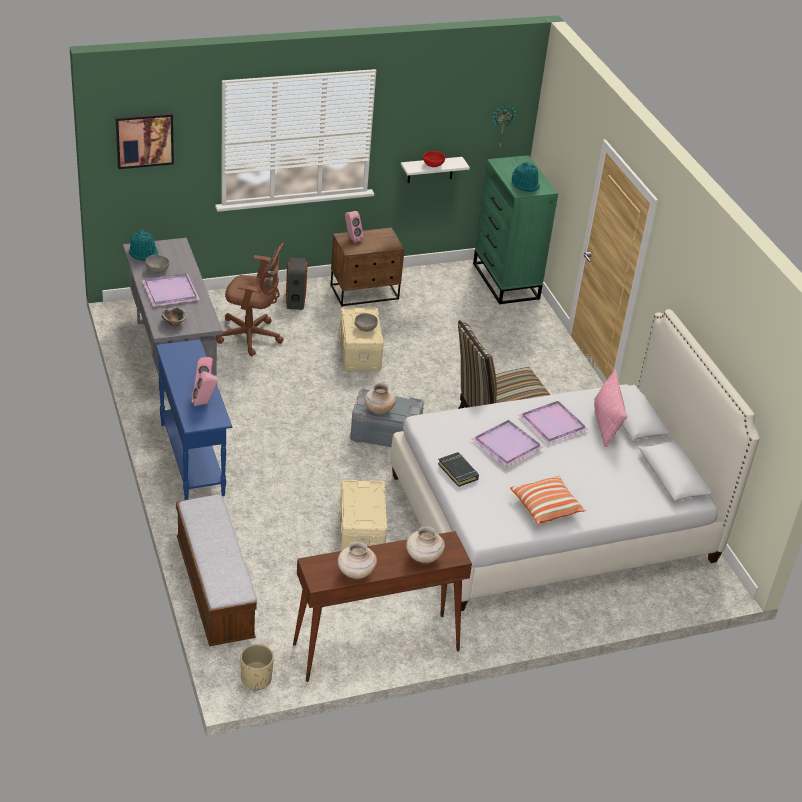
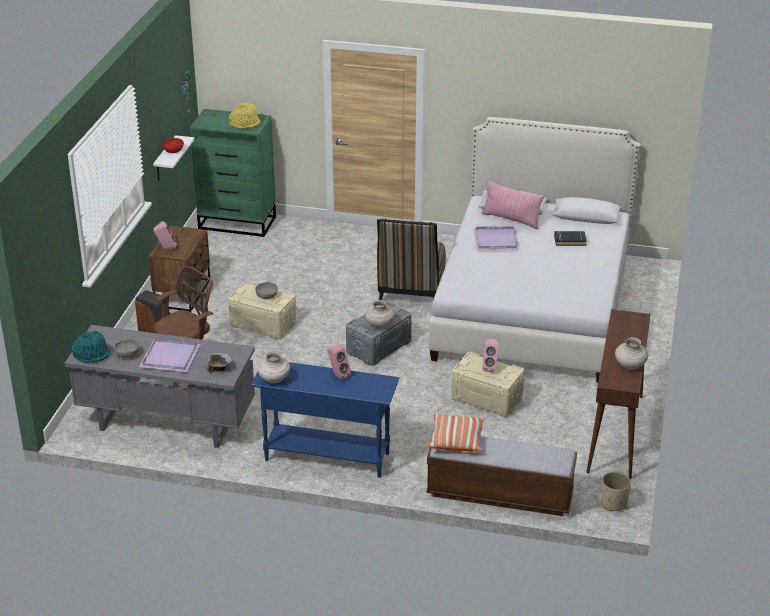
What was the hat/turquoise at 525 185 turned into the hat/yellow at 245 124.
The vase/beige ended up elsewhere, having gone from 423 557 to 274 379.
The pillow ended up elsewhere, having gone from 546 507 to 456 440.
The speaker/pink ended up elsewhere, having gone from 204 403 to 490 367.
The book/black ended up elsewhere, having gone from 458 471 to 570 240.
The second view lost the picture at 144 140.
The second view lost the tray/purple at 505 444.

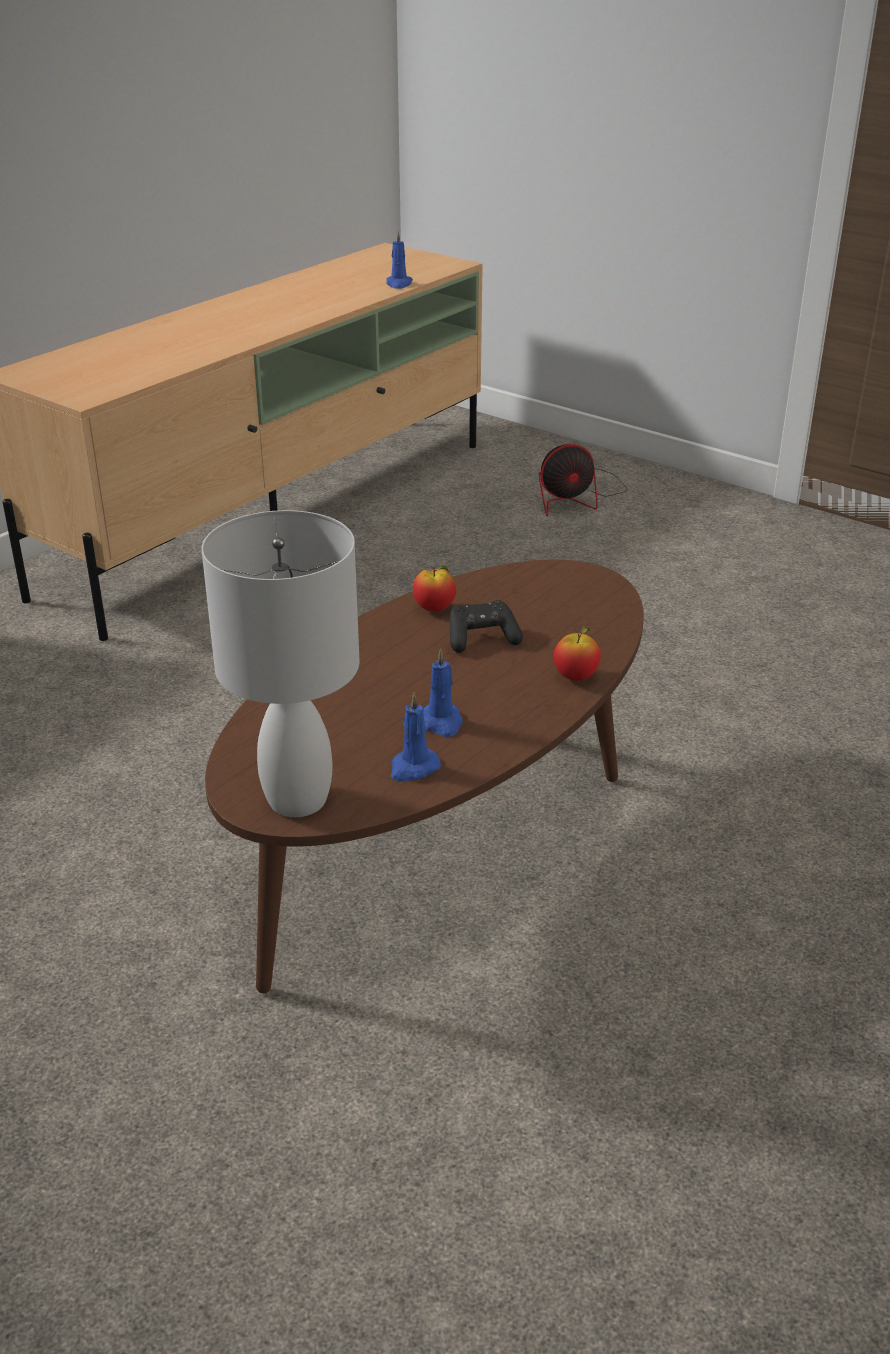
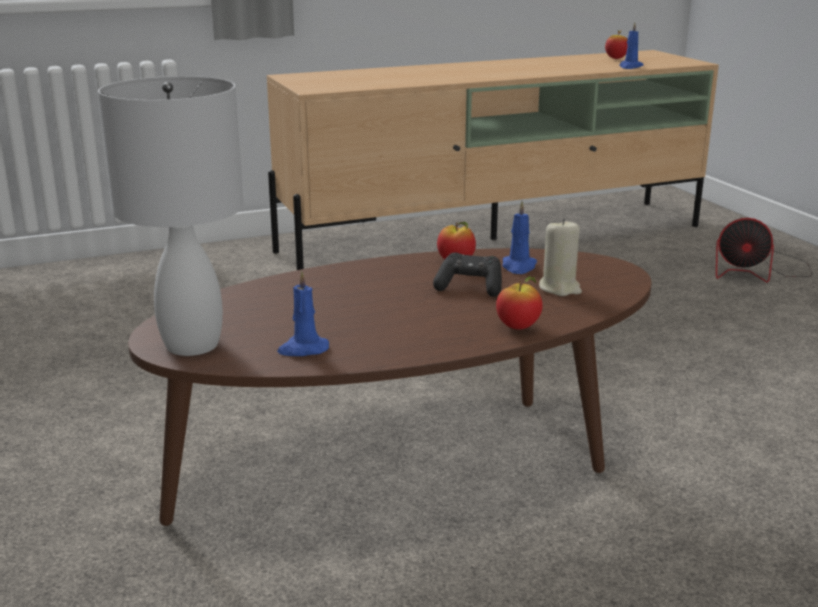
The candle/blue ended up elsewhere, having gone from 441 722 to 518 267.
The second view gained the candle/beige at 560 288.
The second view gained the apple at 616 58.

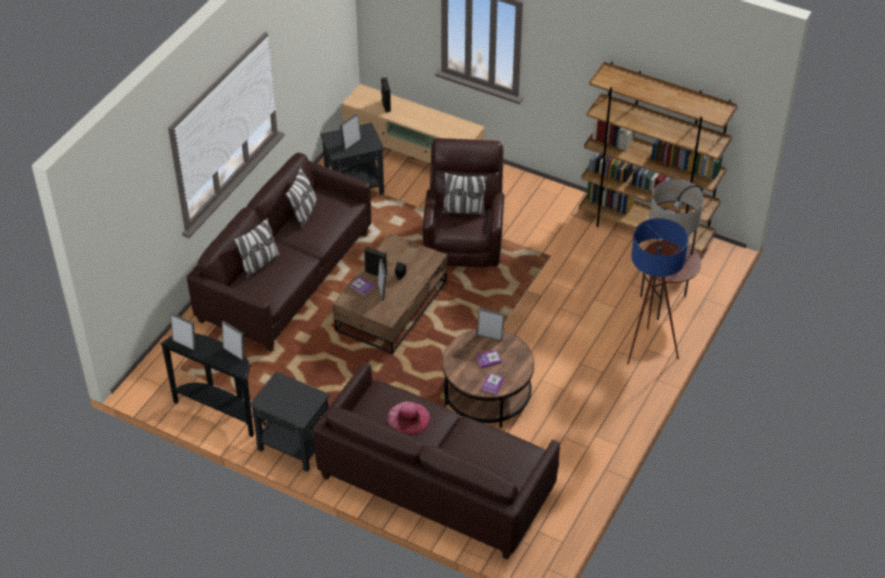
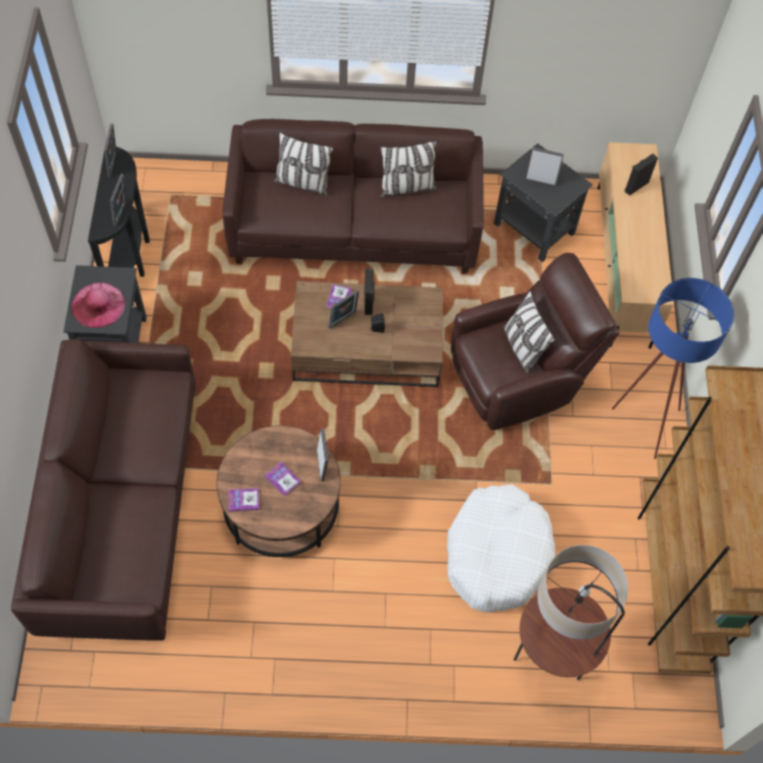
The hat/pink ended up elsewhere, having gone from 408 418 to 98 305.
The second view gained the dog bed/white at 497 553.
The floor lamp/blue ended up elsewhere, having gone from 645 353 to 641 421.

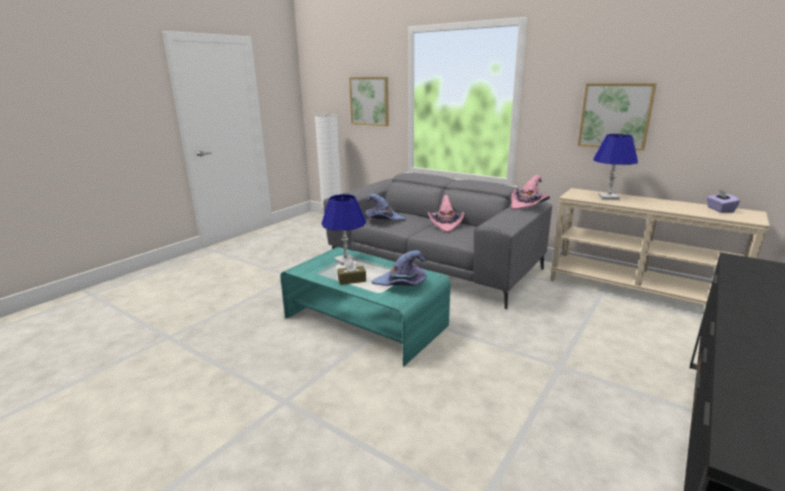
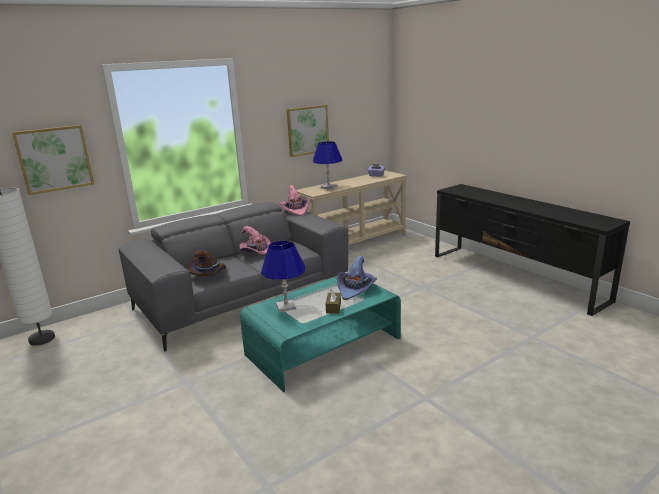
What was the hat/purple at 383 219 turned into the hat/brown at 209 274.

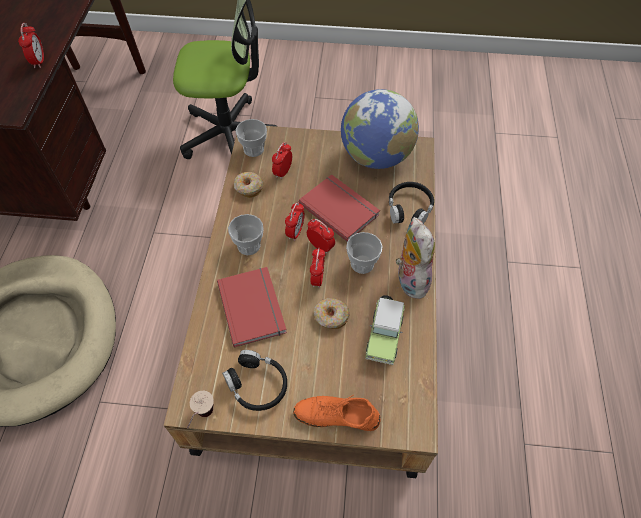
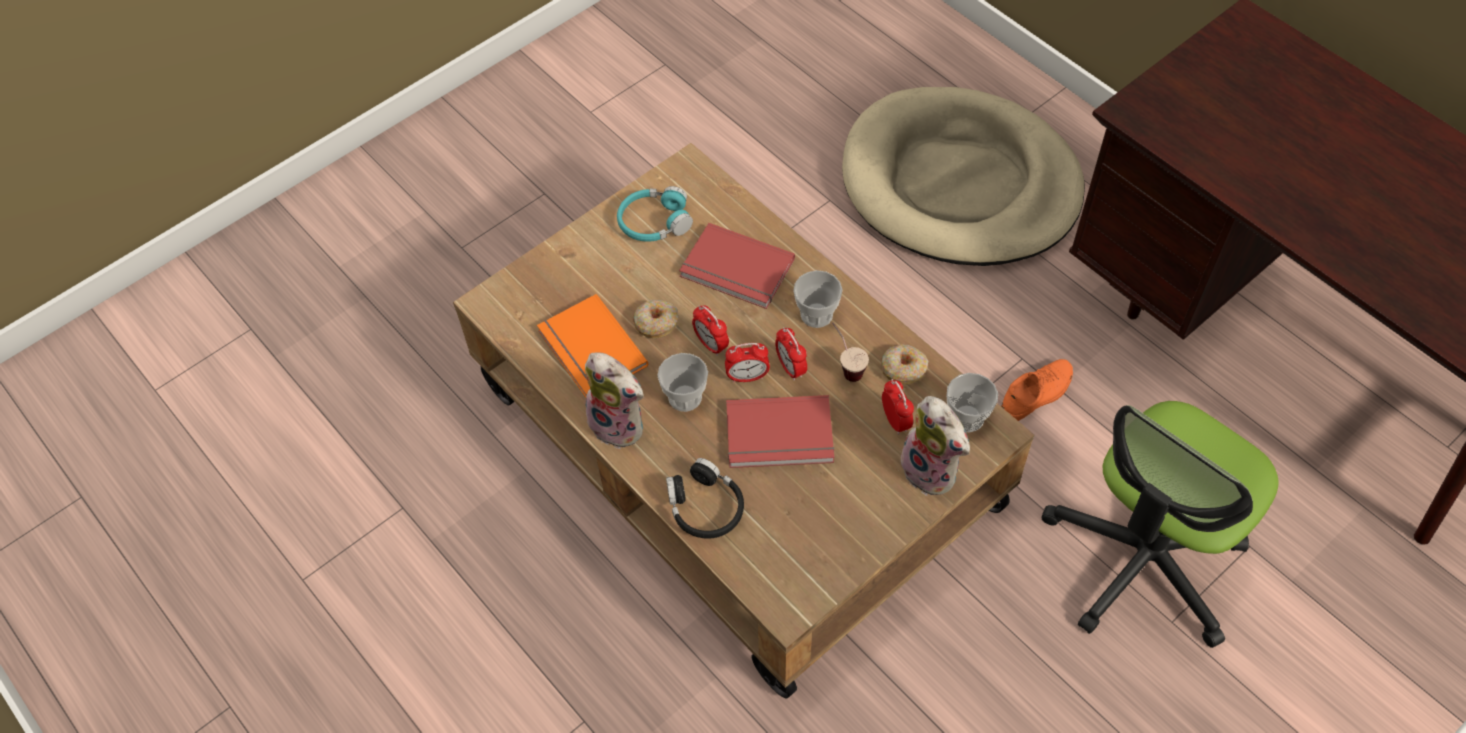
Where the toy car stood at 384 334, the book/orange came to stand at 590 351.
What was the headphones/black at 257 384 turned into the headphones/turquoise at 654 222.
The cup ended up elsewhere, having gone from 202 419 to 846 366.
The second view gained the plush toy at 932 470.
The shoe/orange ended up elsewhere, having gone from 336 415 to 1037 393.
The second view lost the alarm clock at 39 61.
The second view lost the globe at 376 156.

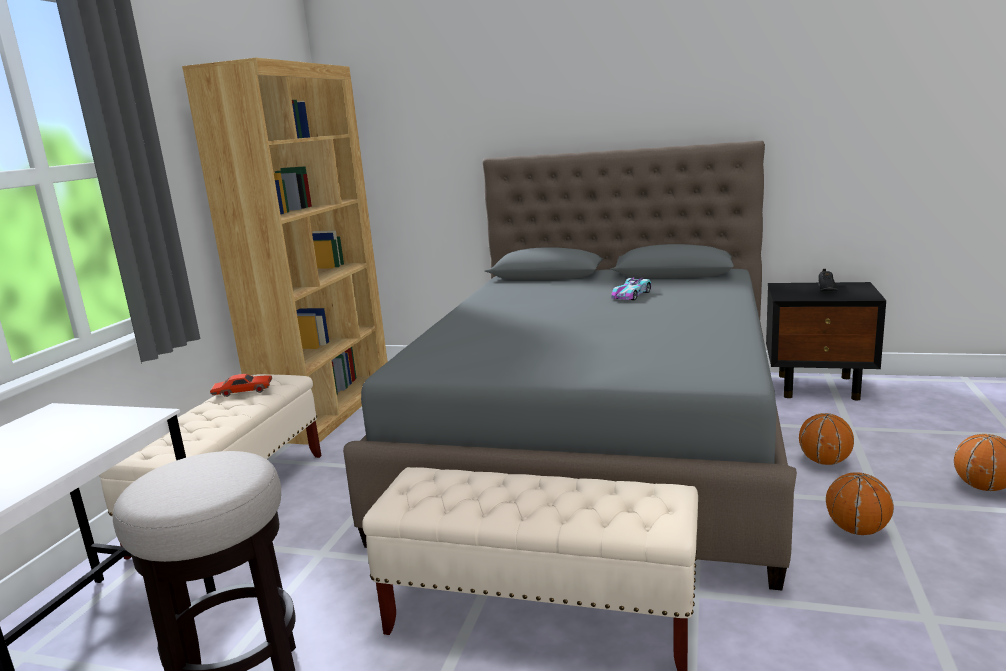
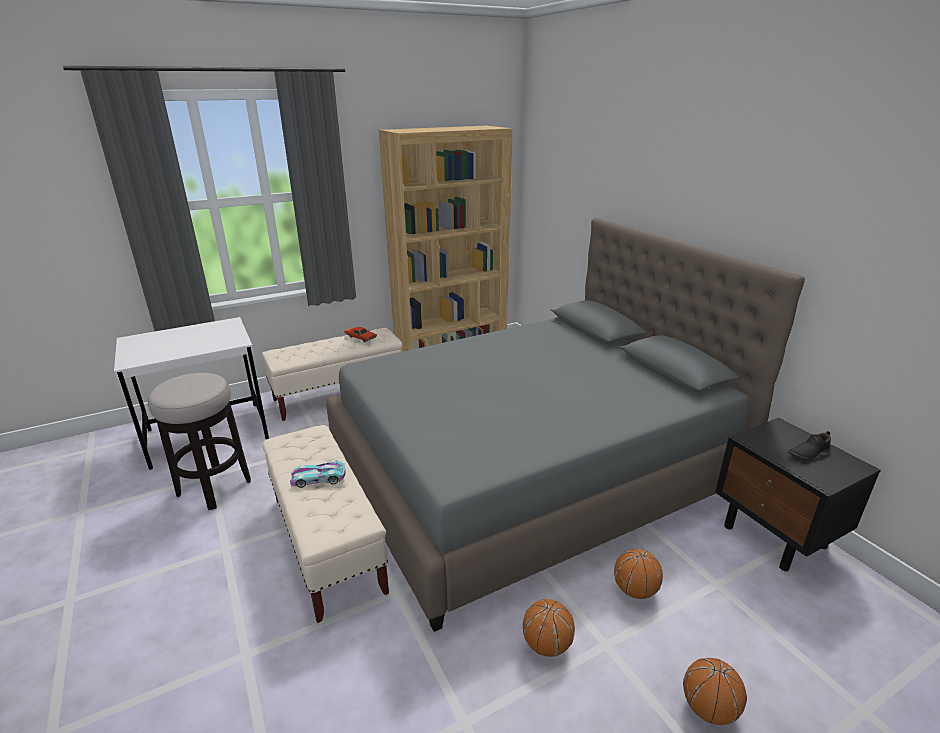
The toy car ended up elsewhere, having gone from 631 295 to 318 478.

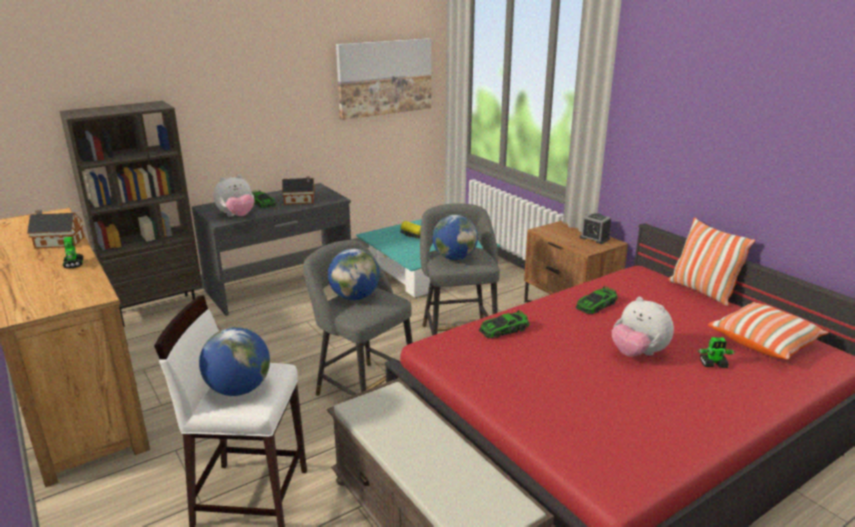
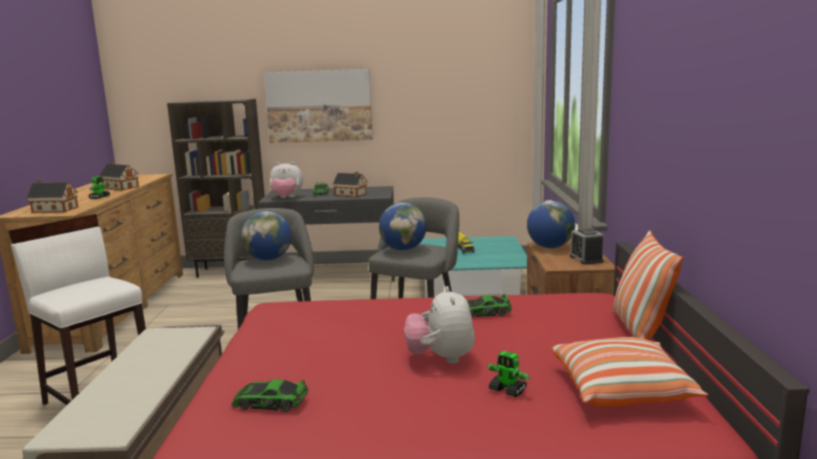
The second view gained the toy house at 54 210.
The toy car ended up elsewhere, having gone from 503 329 to 270 402.
The picture ended up elsewhere, having gone from 384 77 to 319 106.
The globe ended up elsewhere, having gone from 239 389 to 550 247.

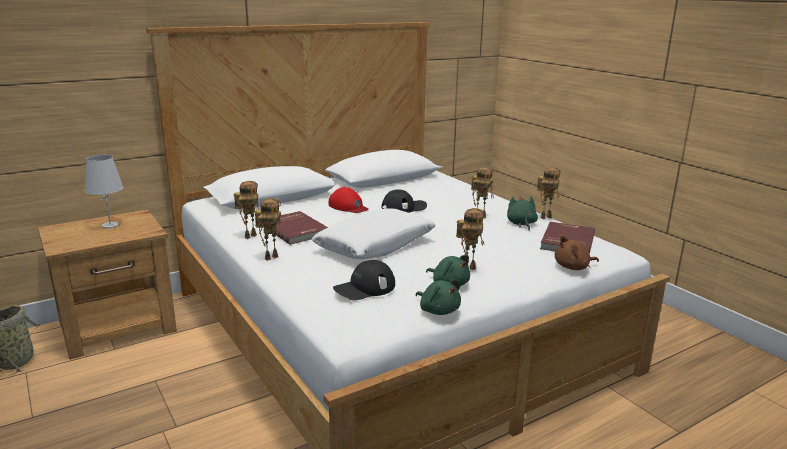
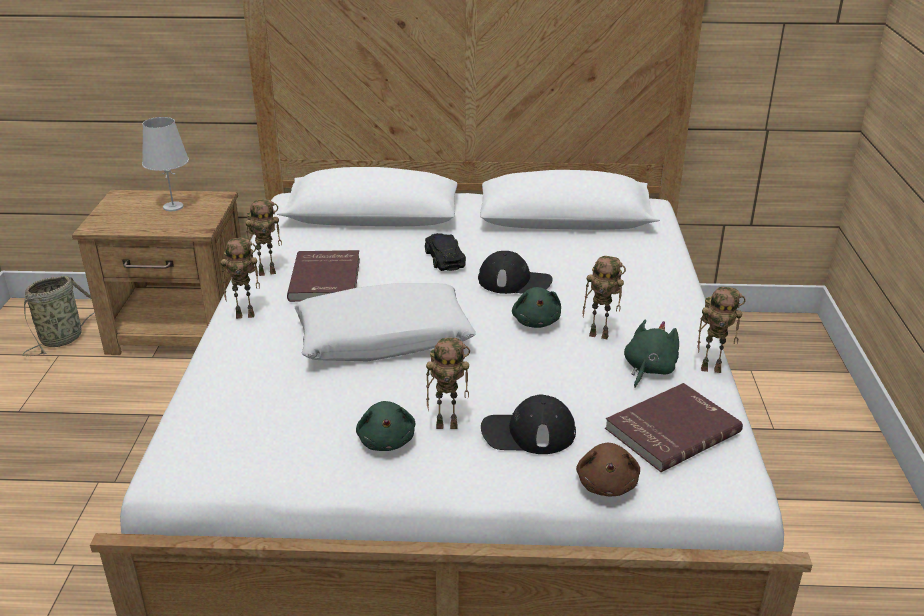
Where the cap/red stood at 348 206, the toy car/black came to stand at 444 257.
The cap/black ended up elsewhere, having gone from 364 288 to 528 433.
The plush toy/green ended up elsewhere, having gone from 438 310 to 536 321.
The plush toy/brown at 573 267 ended up facing another way, 105 degrees counterclockwise from before.

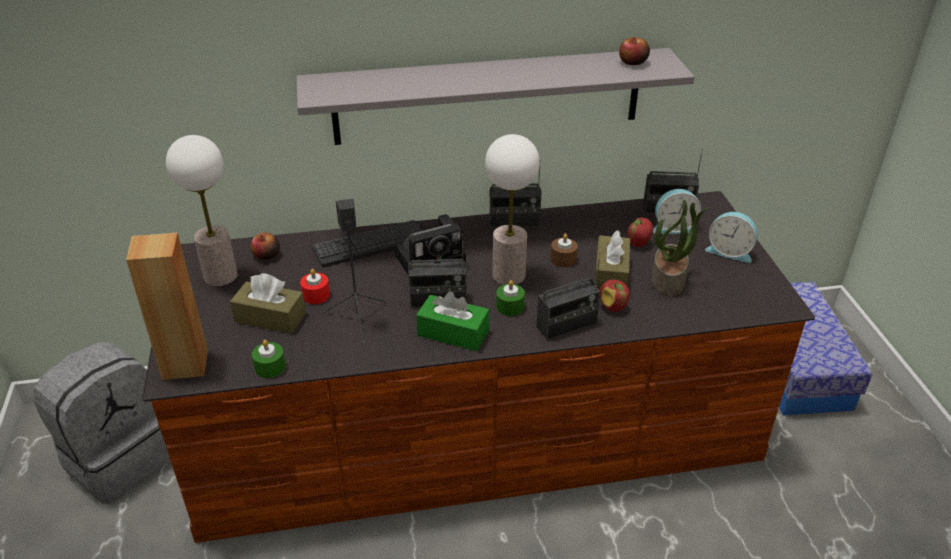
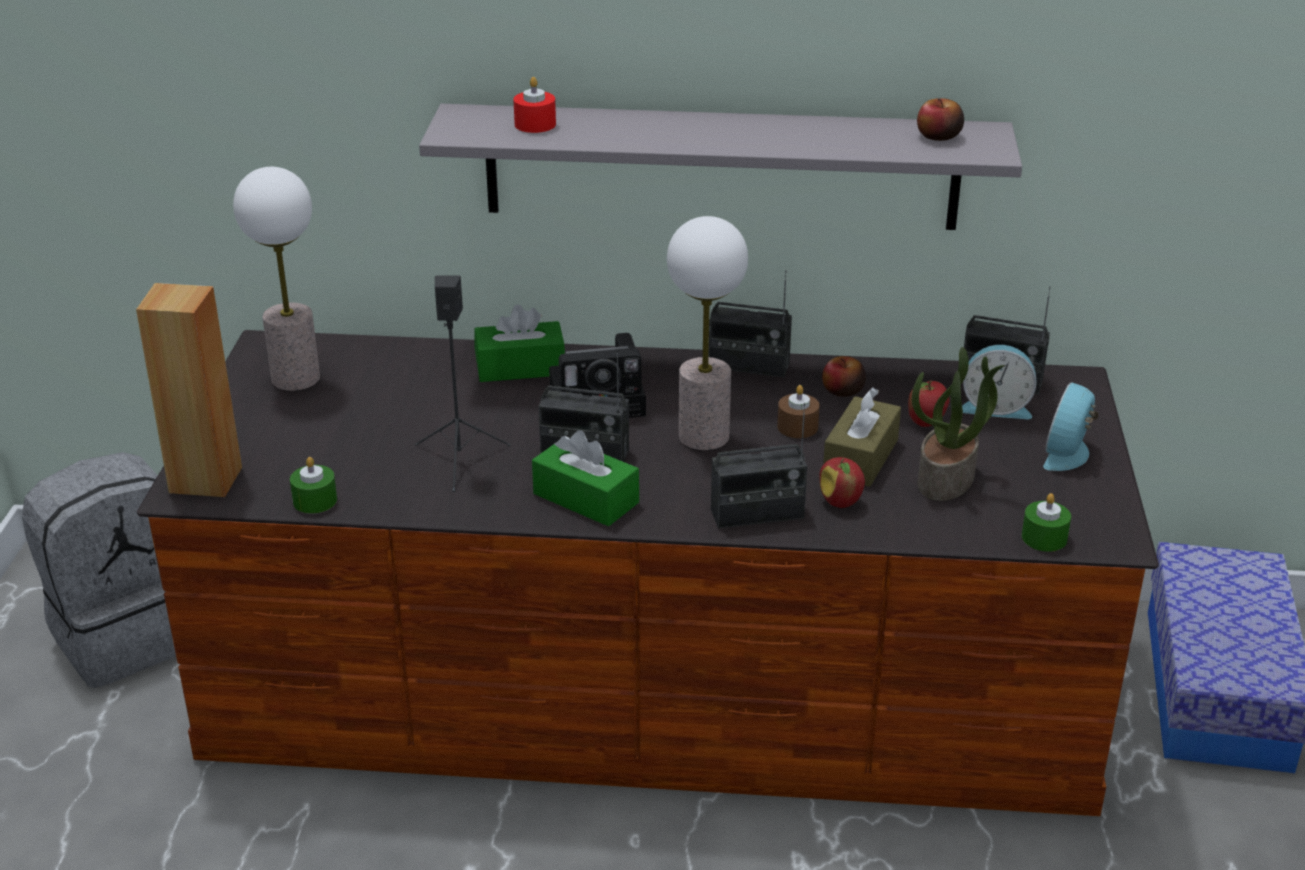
Where the keyboard stood at 370 244, the tissue box/green came to stand at 520 367.
The candle/red ended up elsewhere, having gone from 316 295 to 535 124.
The apple ended up elsewhere, having gone from 266 255 to 842 391.
The candle/green ended up elsewhere, having gone from 510 306 to 1044 538.
The alarm clock at 730 251 ended up facing another way, 75 degrees clockwise from before.
The second view lost the tissue box/brown at 270 317.

